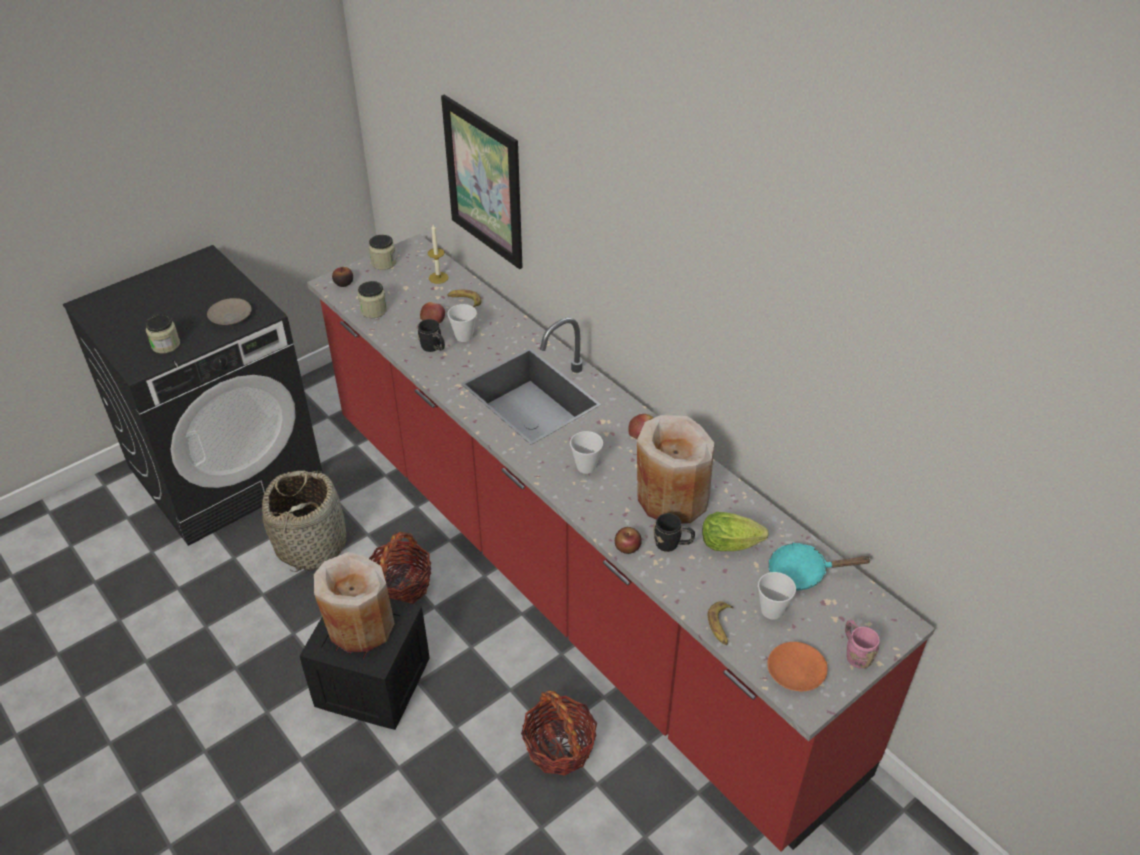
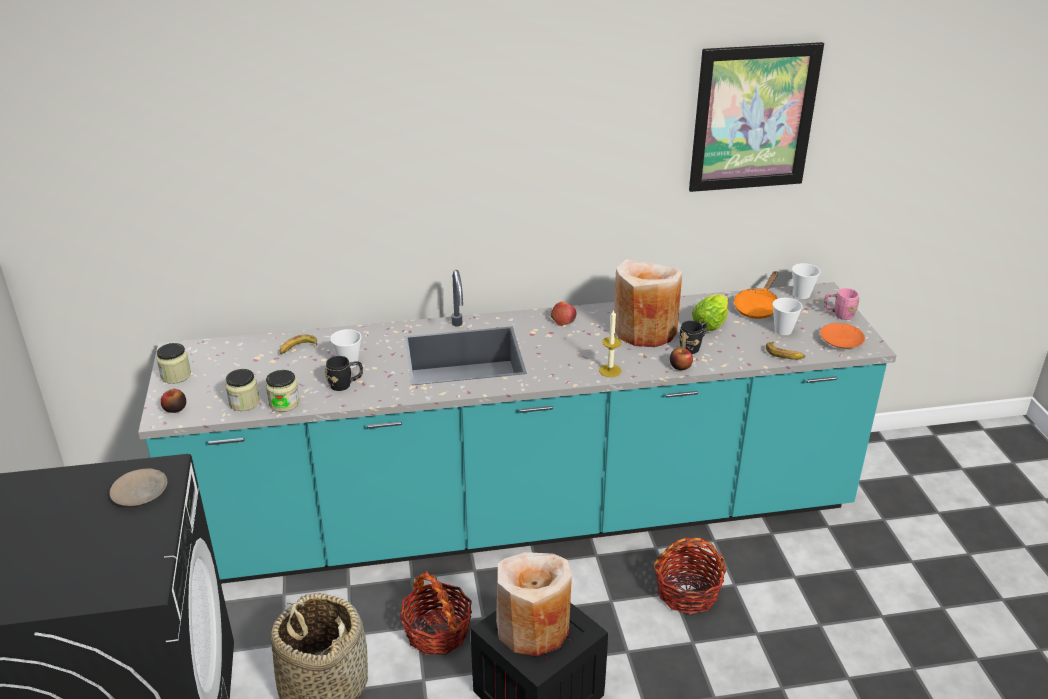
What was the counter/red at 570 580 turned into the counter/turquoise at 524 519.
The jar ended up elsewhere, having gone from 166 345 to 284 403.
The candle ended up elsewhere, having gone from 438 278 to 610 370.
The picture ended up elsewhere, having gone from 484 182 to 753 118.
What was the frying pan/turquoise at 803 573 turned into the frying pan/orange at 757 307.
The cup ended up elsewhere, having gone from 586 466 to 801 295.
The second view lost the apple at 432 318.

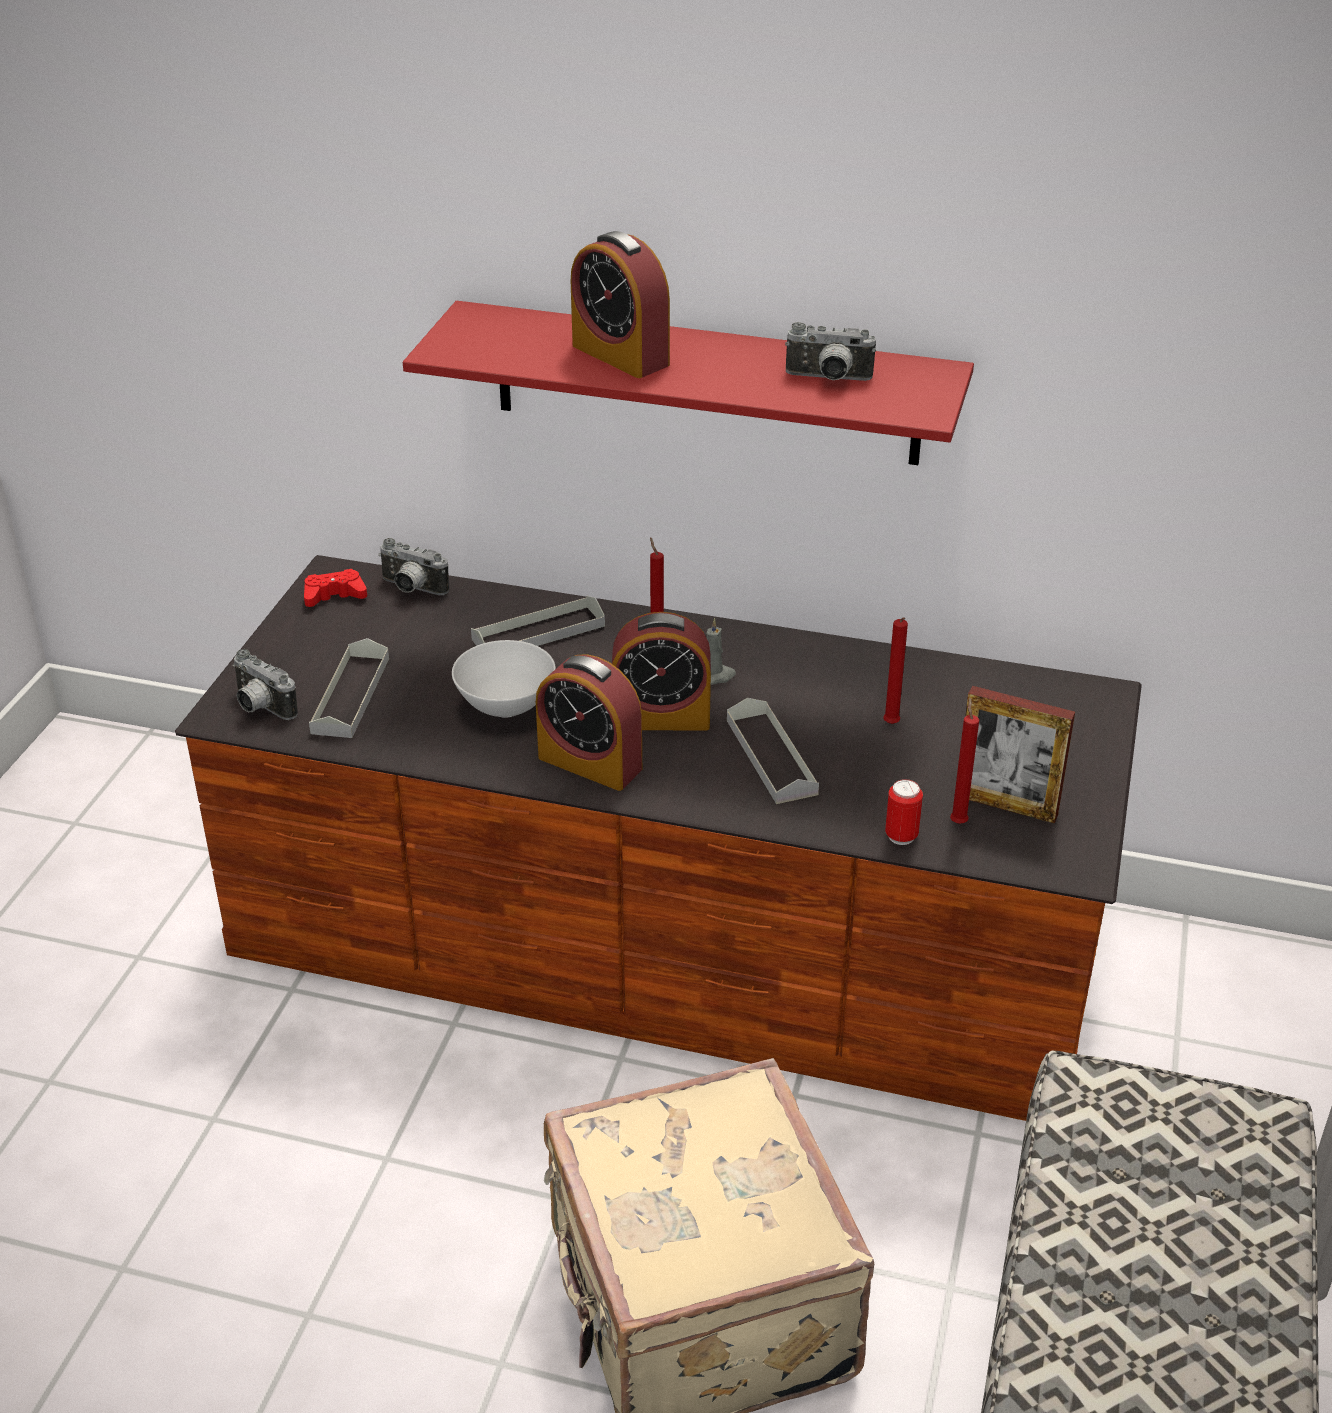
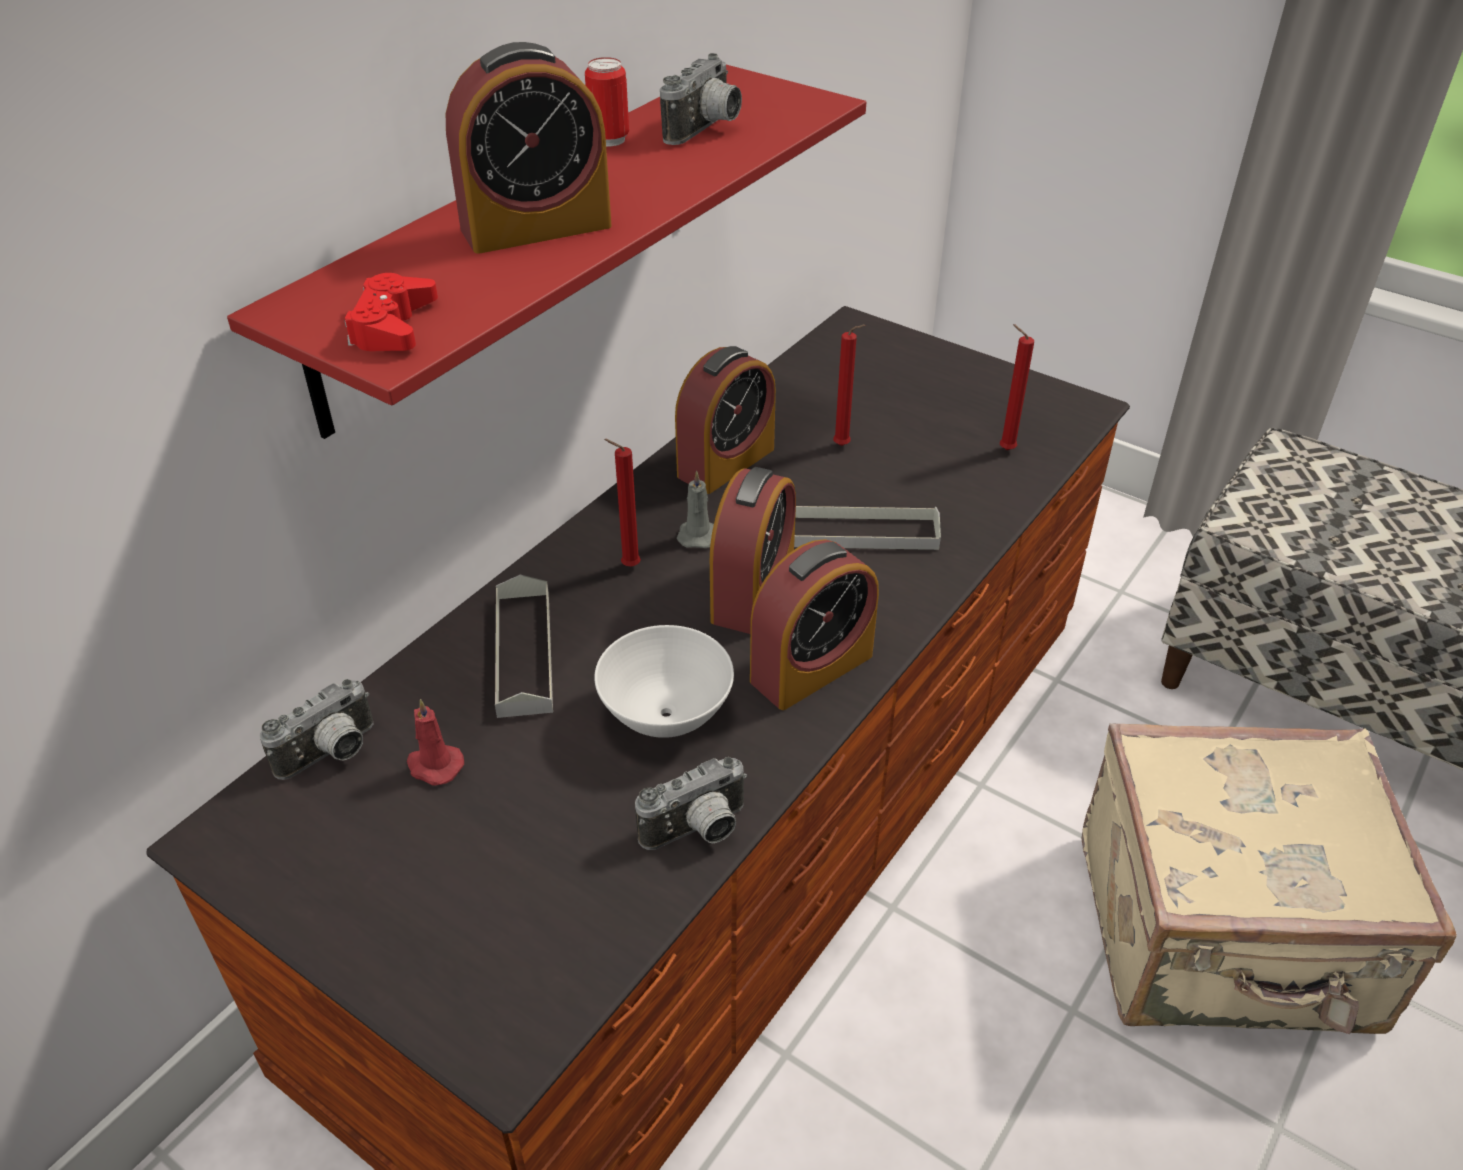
The game controller/red ended up elsewhere, having gone from 334 595 to 393 326.
The second view gained the candle/red at 434 765.
The can ended up elsewhere, having gone from 901 836 to 609 140.
The photo camera ended up elsewhere, having gone from 260 707 to 698 832.
The second view gained the alarm clock at 726 462.
The second view lost the tray/grey at 350 695.
The second view lost the picture frame at 1006 805.

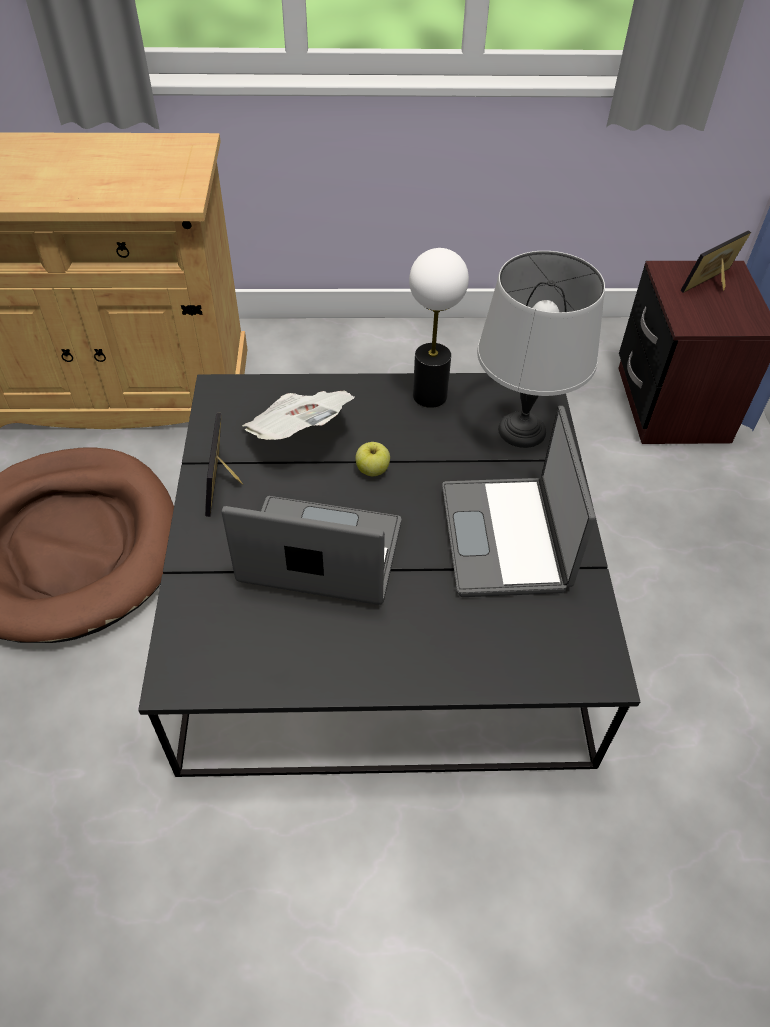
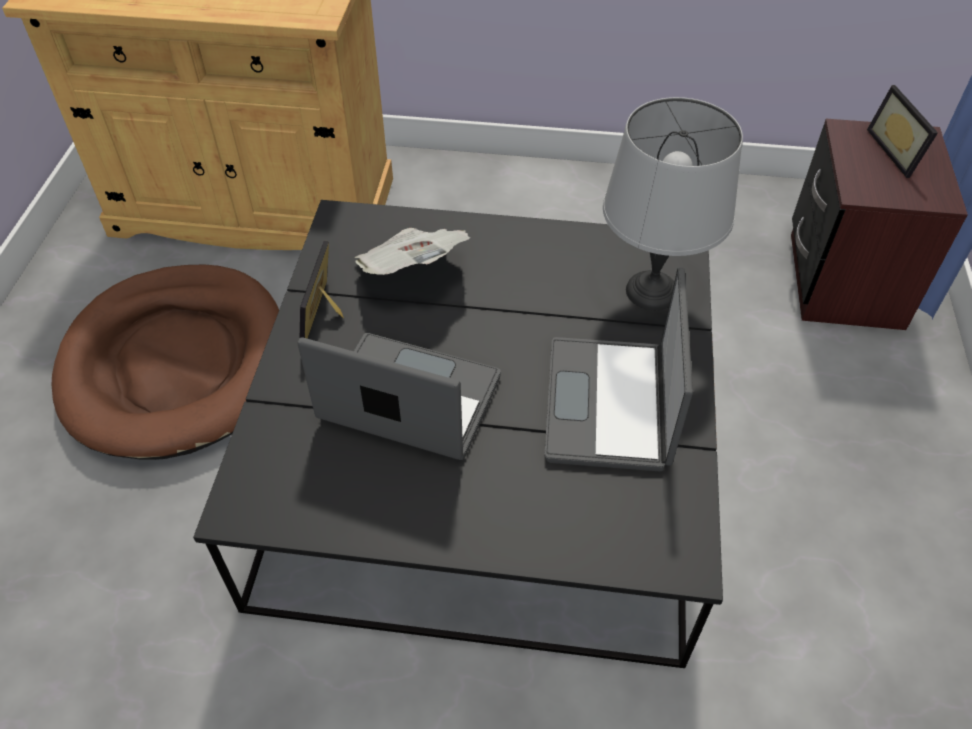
The picture frame at 714 285 ended up facing another way, 75 degrees counterclockwise from before.
The second view lost the apple at 372 470.
The second view lost the table lamp at 430 395.

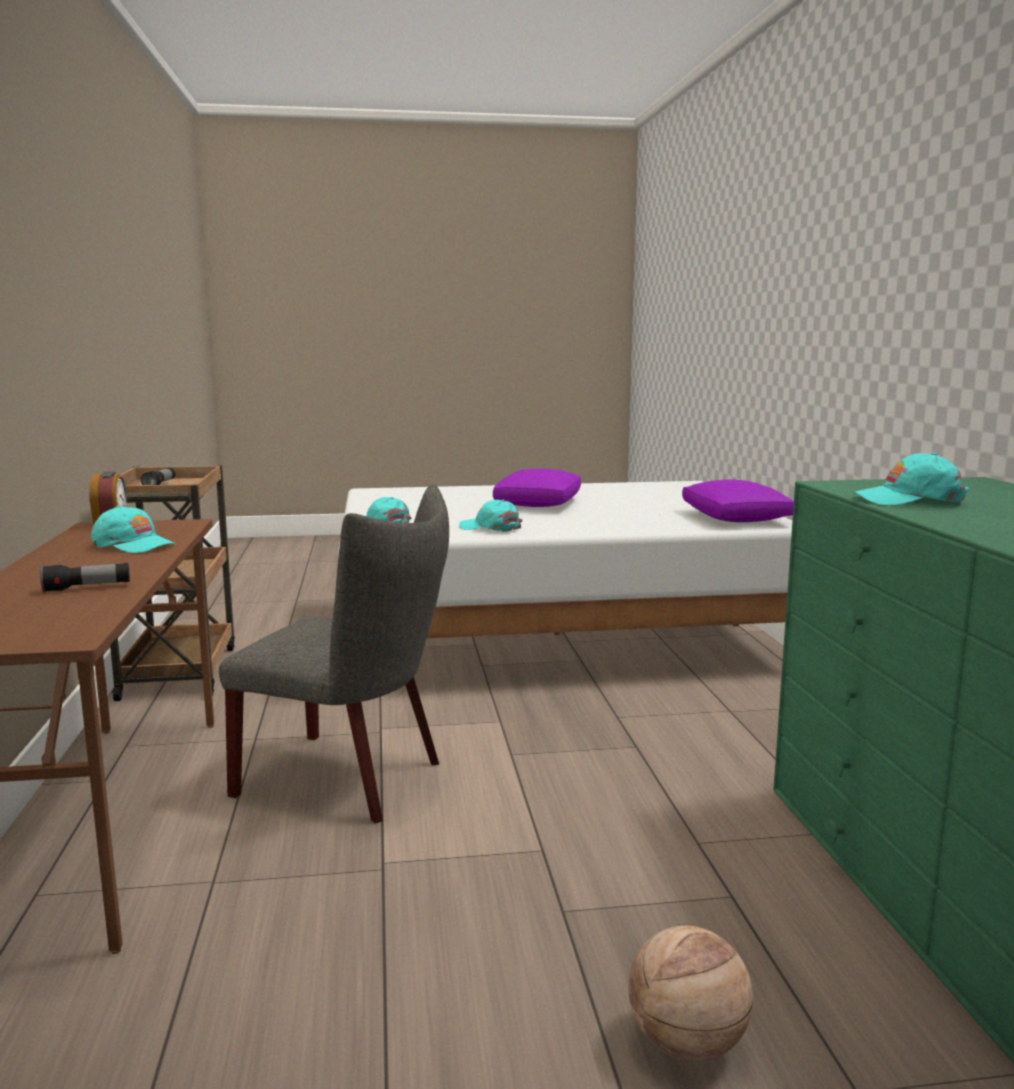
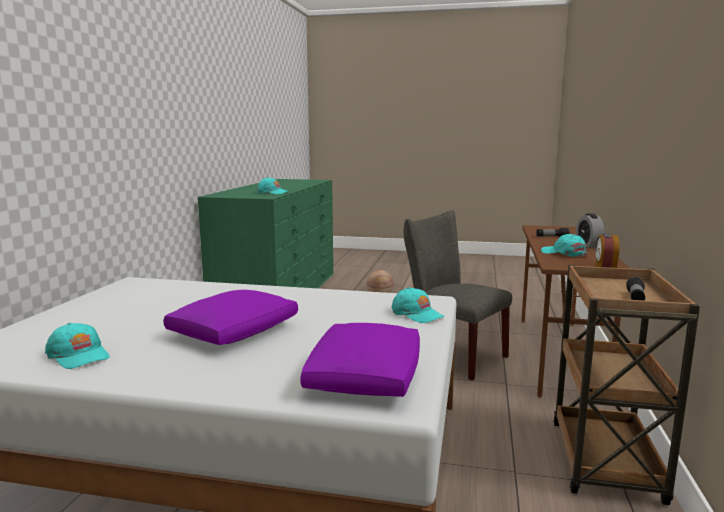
The cap/turquoise ended up elsewhere, having gone from 491 528 to 79 355.
The pillow/purple ended up elsewhere, having gone from 736 518 to 365 376.
The second view gained the alarm clock at 588 245.

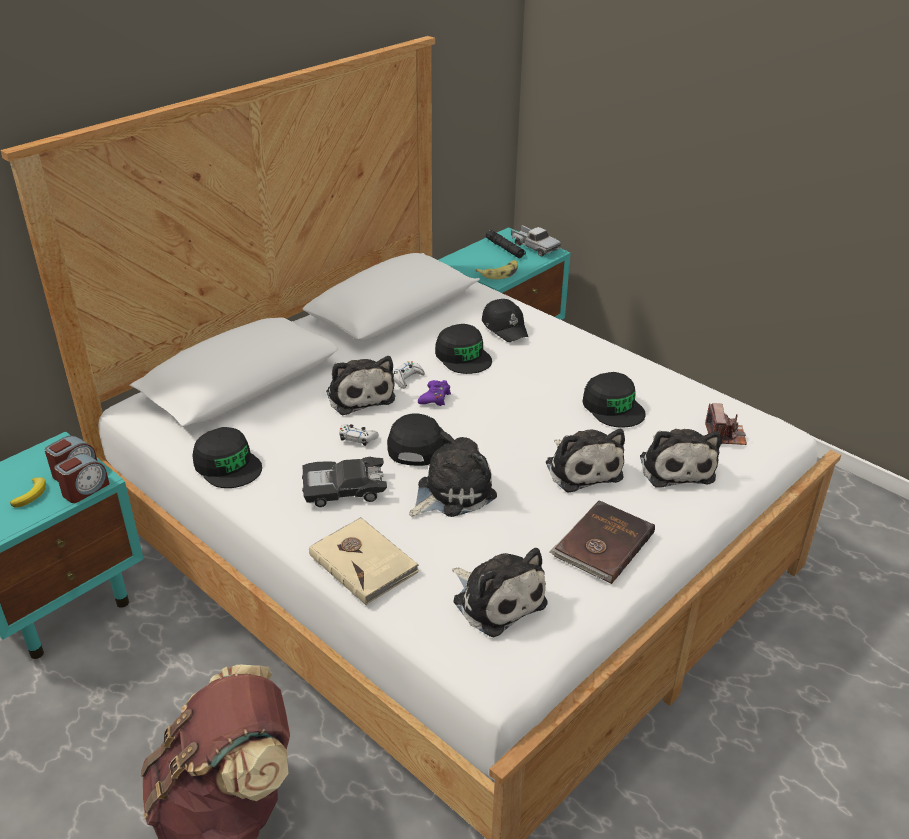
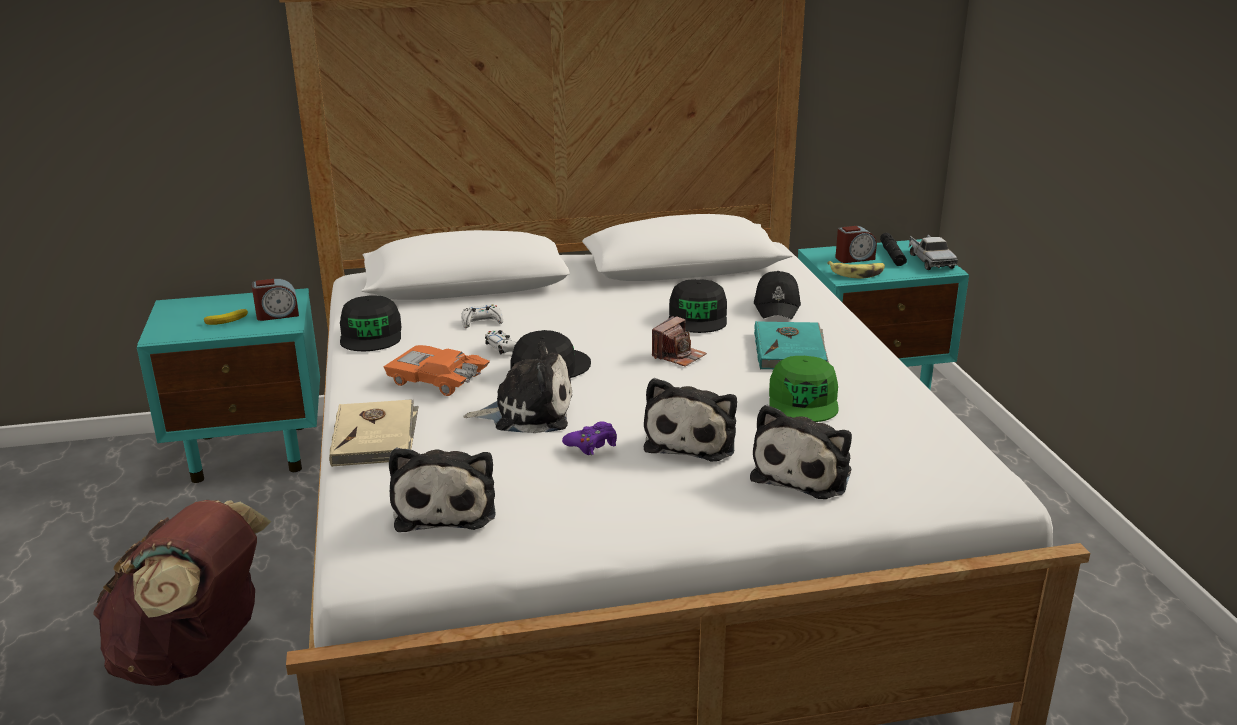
What was the toy car/black at 344 489 turned into the toy car/orange at 437 380.
The game controller/white ended up elsewhere, having gone from 406 378 to 481 322.
The game controller/purple ended up elsewhere, having gone from 435 398 to 592 444.
The photo camera ended up elsewhere, having gone from 725 435 to 678 356.
The second view gained the book/turquoise at 791 350.
What was the cap/black at 613 407 turned into the cap/green at 803 400.
The alarm clock ended up elsewhere, having gone from 85 489 to 854 258.
The second view lost the plush toy at 359 395.
The second view lost the book/brown at 602 544.

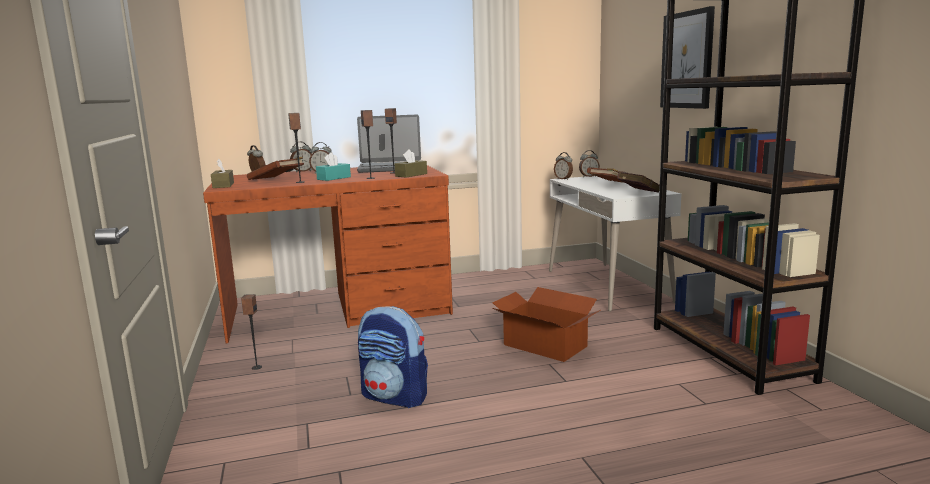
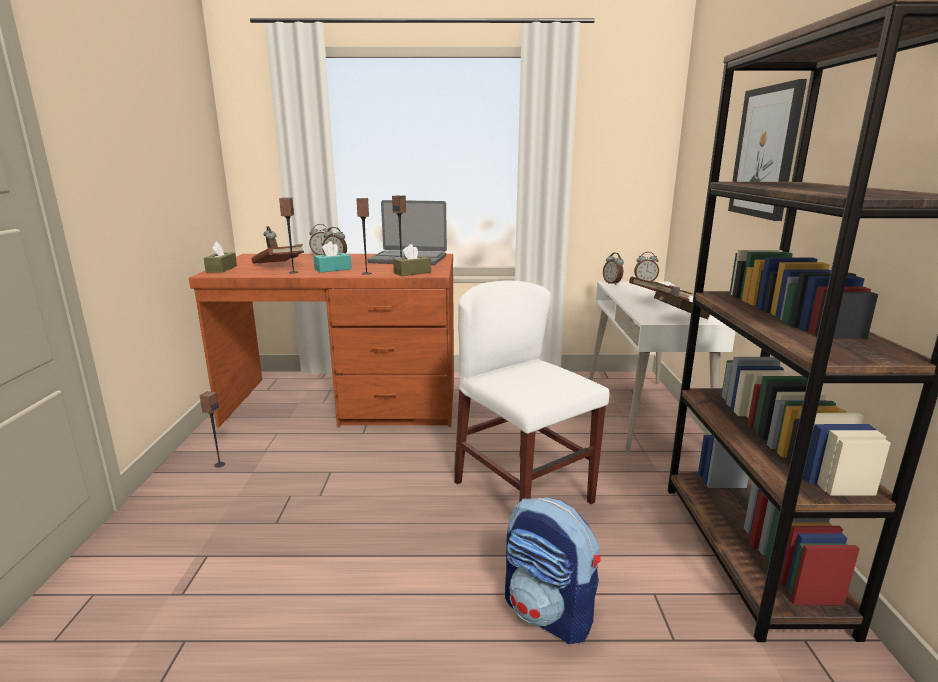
Where the cardboard box stood at 545 345, the chair/white came to stand at 523 492.
The backpack ended up elsewhere, having gone from 395 397 to 549 613.

